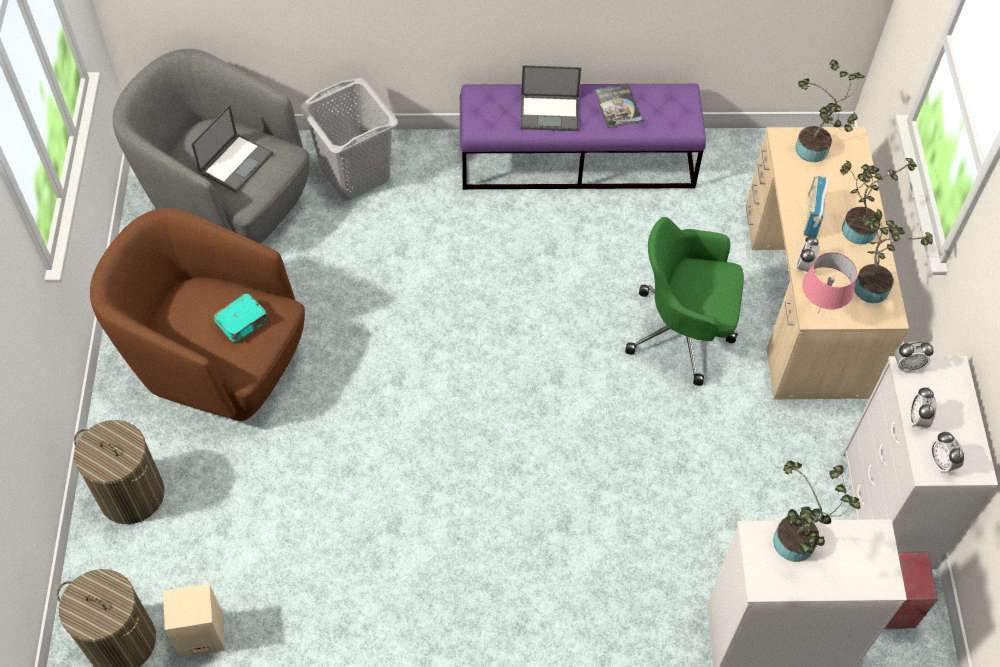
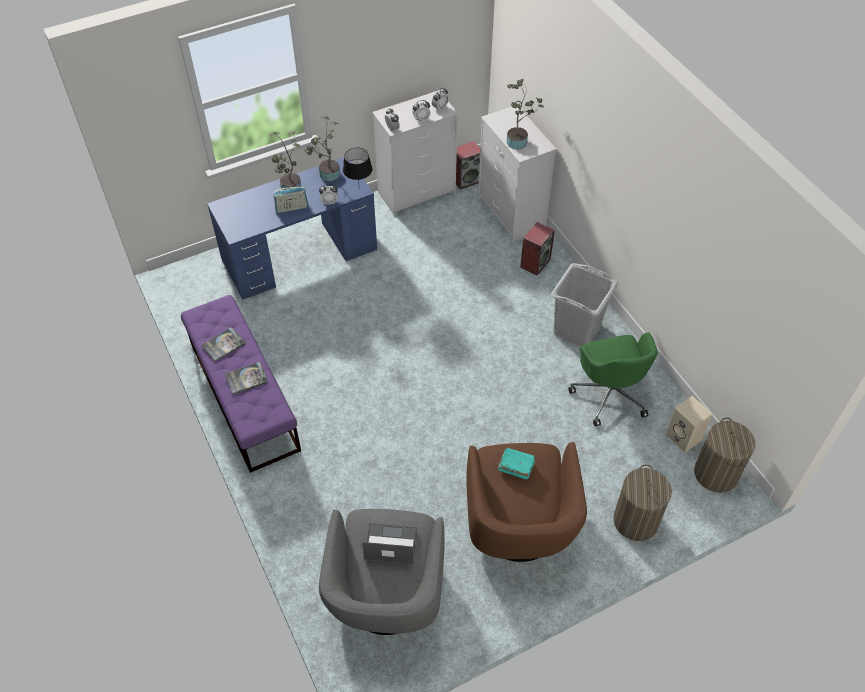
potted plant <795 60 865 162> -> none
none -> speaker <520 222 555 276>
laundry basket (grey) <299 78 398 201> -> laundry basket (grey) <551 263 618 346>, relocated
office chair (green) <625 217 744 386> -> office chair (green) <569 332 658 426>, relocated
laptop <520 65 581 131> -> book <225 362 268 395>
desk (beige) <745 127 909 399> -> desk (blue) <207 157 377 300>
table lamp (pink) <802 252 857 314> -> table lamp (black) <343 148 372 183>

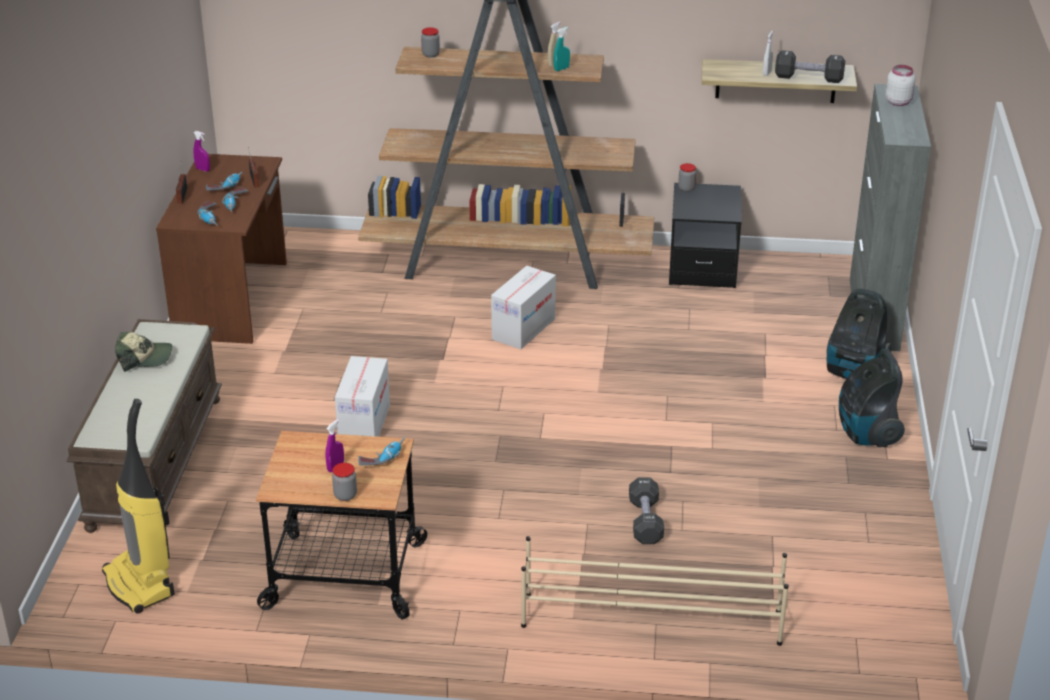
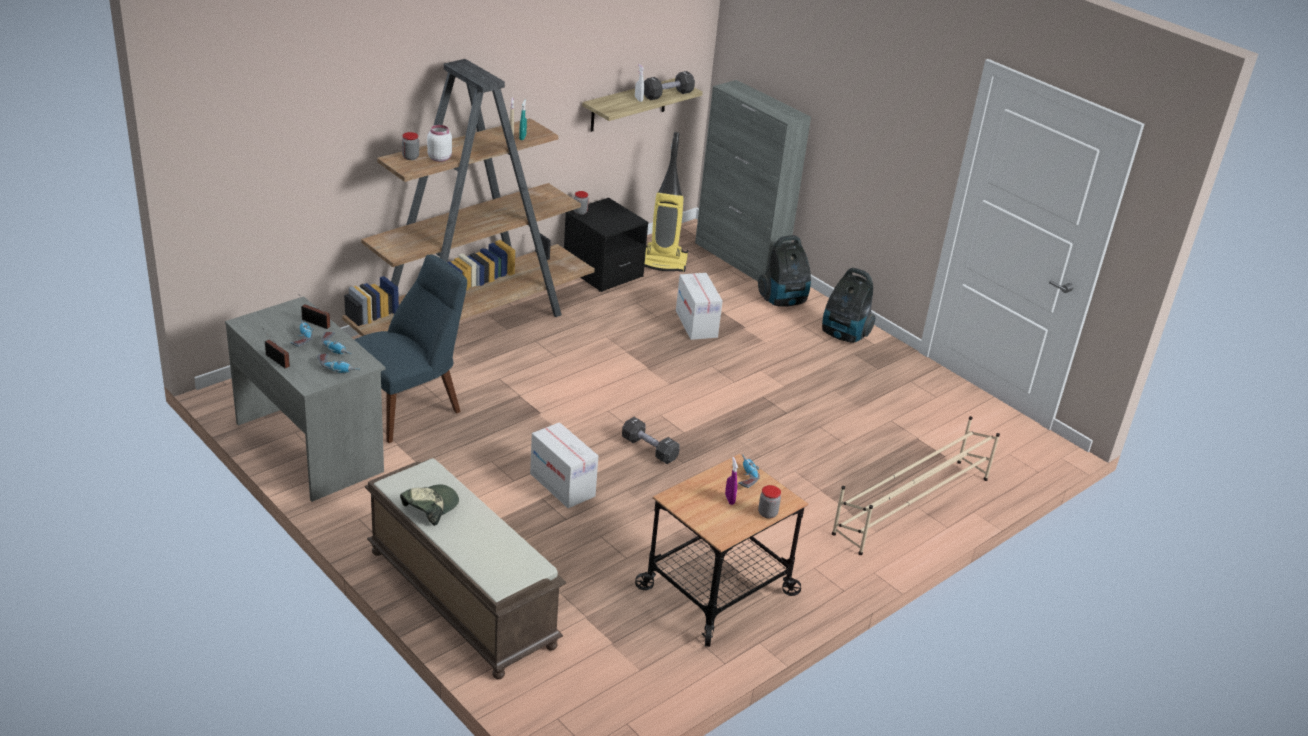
spray bottle (purple) <193 131 210 172> -> none
none -> chair (blue) <354 254 467 443>
vacuum cleaner <102 399 175 614> -> vacuum cleaner <644 132 688 272>, relocated
cardboard box <491 266 556 349> -> cardboard box <676 273 723 340>, relocated
dumbbell (black) <629 477 664 544> -> dumbbell (black) <622 417 680 464>, relocated
jar (white) <886 65 916 106> -> jar (white) <427 125 452 162>, relocated
desk (brown) <156 154 287 344> -> desk (grey) <225 296 385 502>

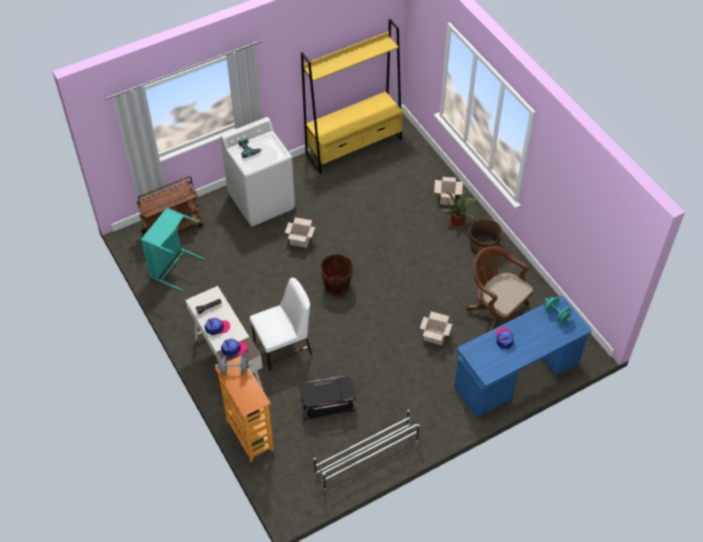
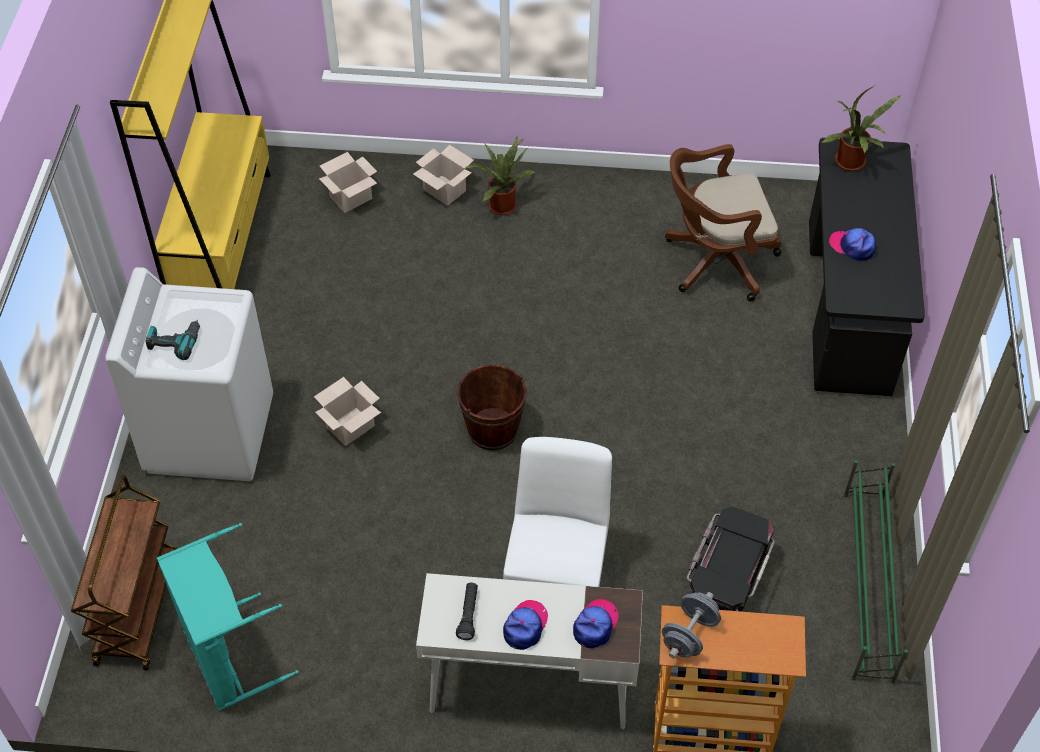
bucket (brown) <469 218 503 255> -> none
cardboard box <420 312 452 345> -> cardboard box <319 152 377 213>, relocated
dumbbell (turquoise) <544 297 571 323> -> potted plant <822 86 902 171>
shoe rack (white) <314 410 419 490> -> shoe rack (green) <844 460 908 684>
desk (blue) <454 296 592 417> -> desk (black) <809 138 925 396>

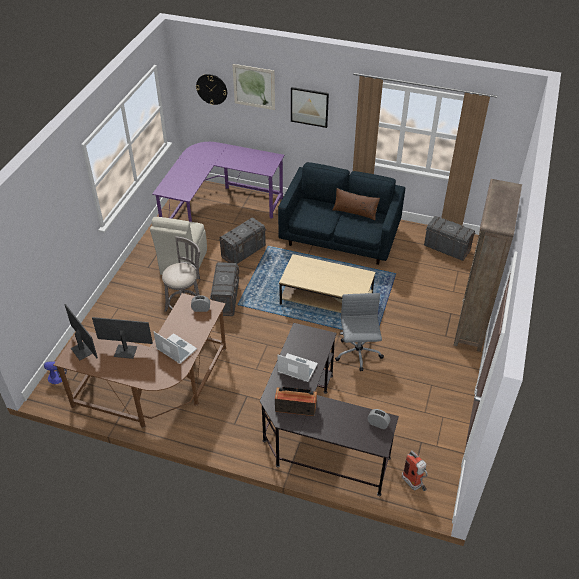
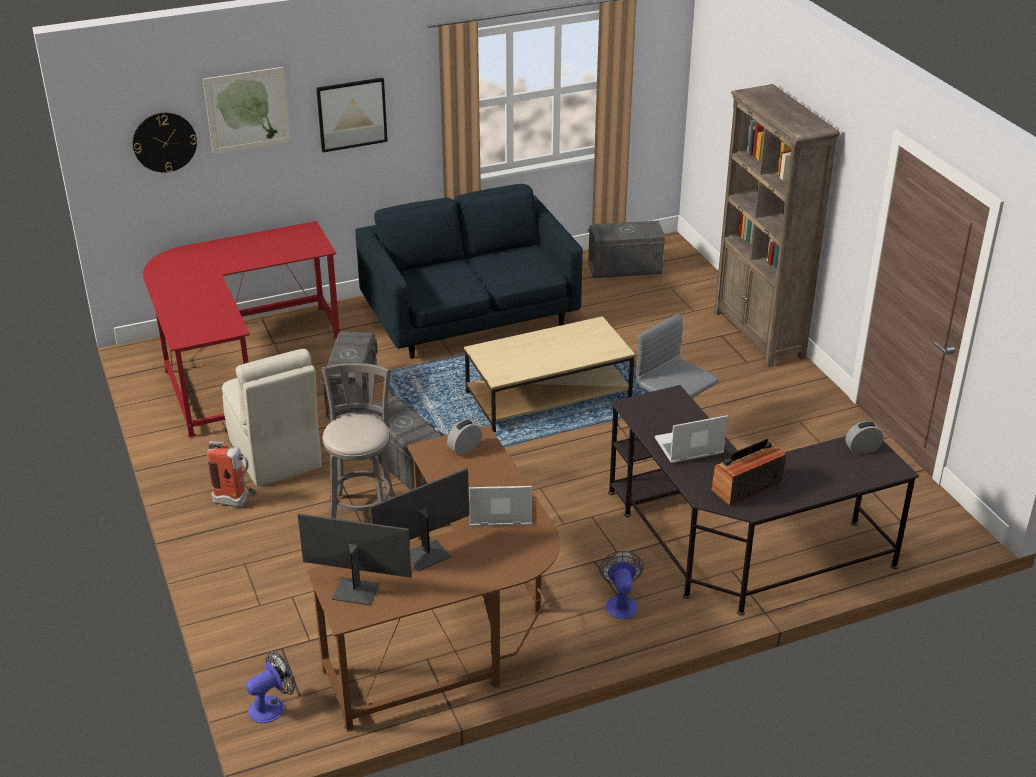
pillow (brown) <333 188 380 220> -> none
none -> fan <599 551 643 619>
fire extinguisher <402 450 428 491> -> fire extinguisher <207 441 257 507>, relocated
desk (purple) <152 142 285 222> -> desk (red) <143 221 340 438>

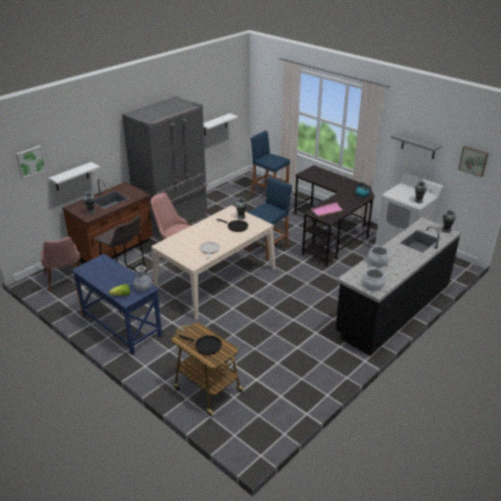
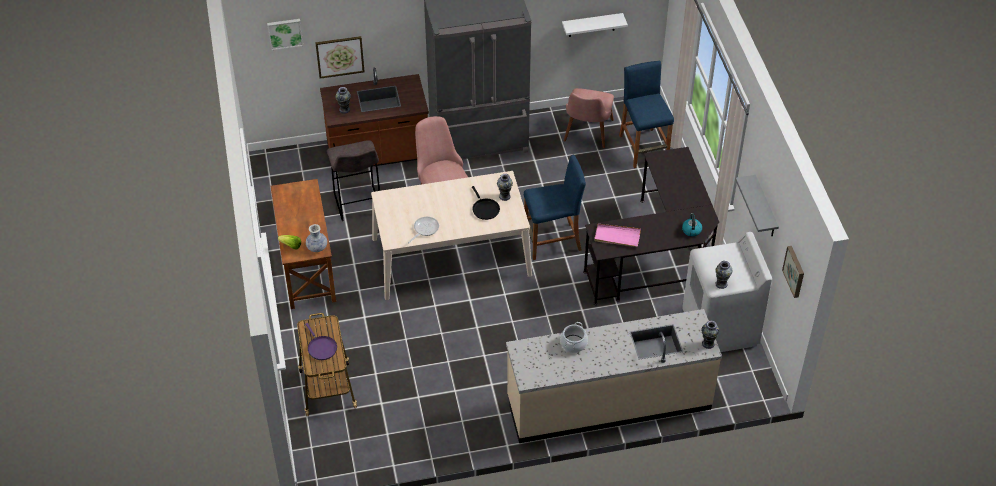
cooking pot <362 268 387 290> -> none
chair (pink) <41 237 83 292> -> chair (pink) <564 88 614 148>, relocated
shelf (white) <49 162 100 191> -> picture <315 36 364 79>
desk (blue) <71 254 162 355> -> desk (brown) <270 179 336 309>
frying pan (black) <179 335 222 355> -> frying pan (purple) <305 323 337 360>
counter (black) <335 218 461 356> -> counter (beige) <506 309 722 443>

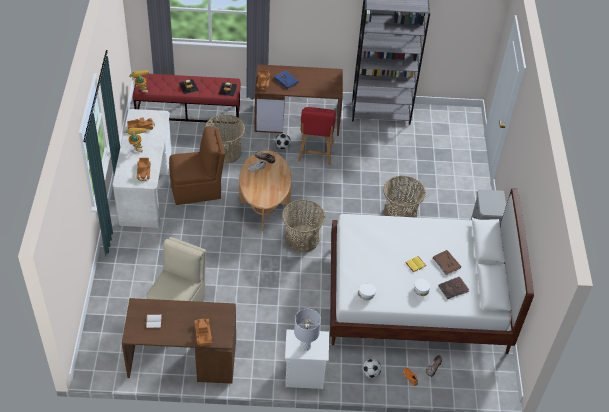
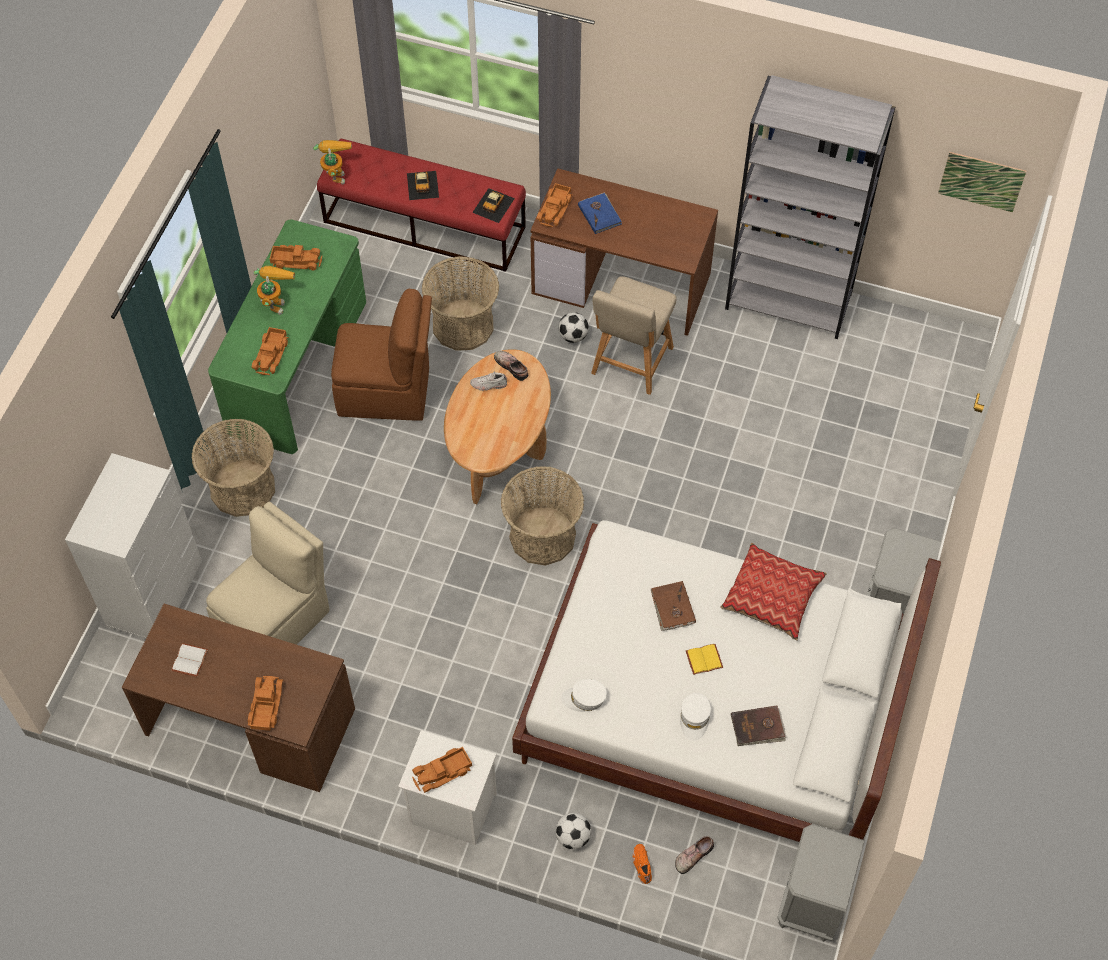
none -> dresser (white) <65 453 202 639>
none -> pillow <720 543 827 641>
none -> nightstand (grey) <777 824 864 942>
none -> picture <938 152 1026 212>
basket <383 176 426 218> -> basket <192 419 275 517>, relocated
book (brown) <433 250 461 275> -> book (brown) <651 581 696 631>, relocated
table lamp (grey) <294 309 321 351> -> toy truck <412 747 472 793>
desk (white) <113 109 172 228> -> desk (green) <208 220 366 454>
chair (red) <298 107 336 165> -> chair (beige) <591 276 676 395>

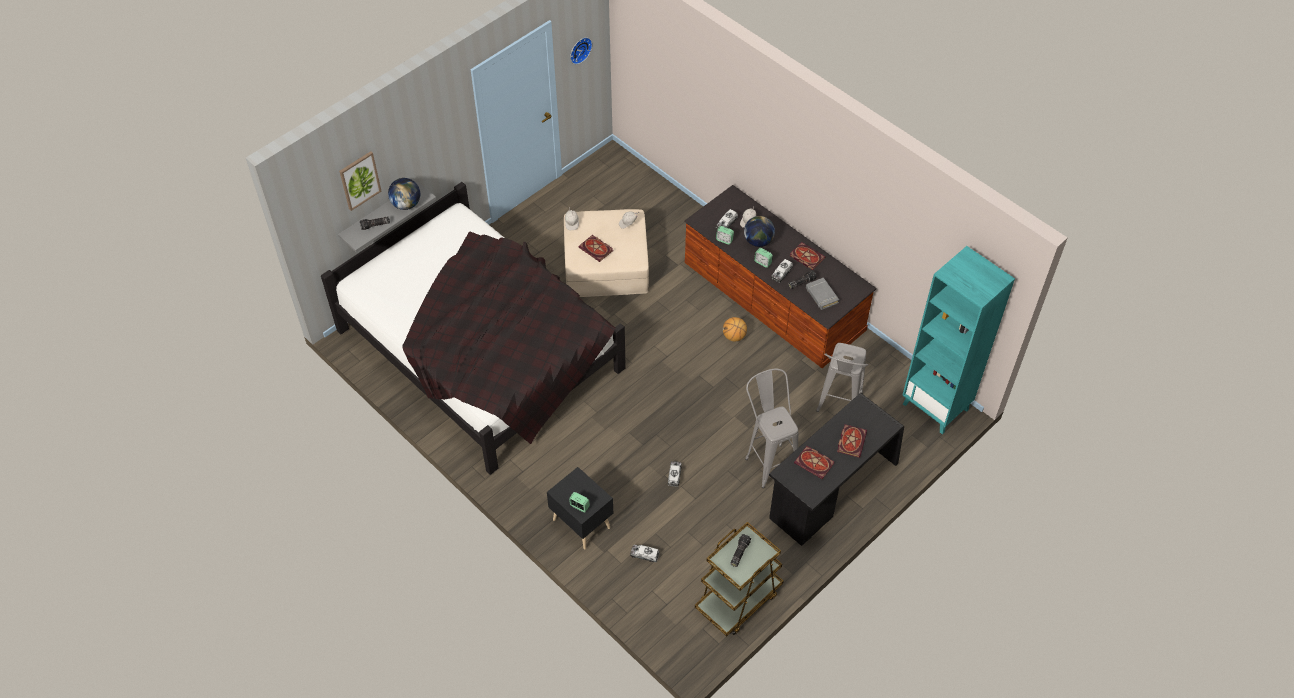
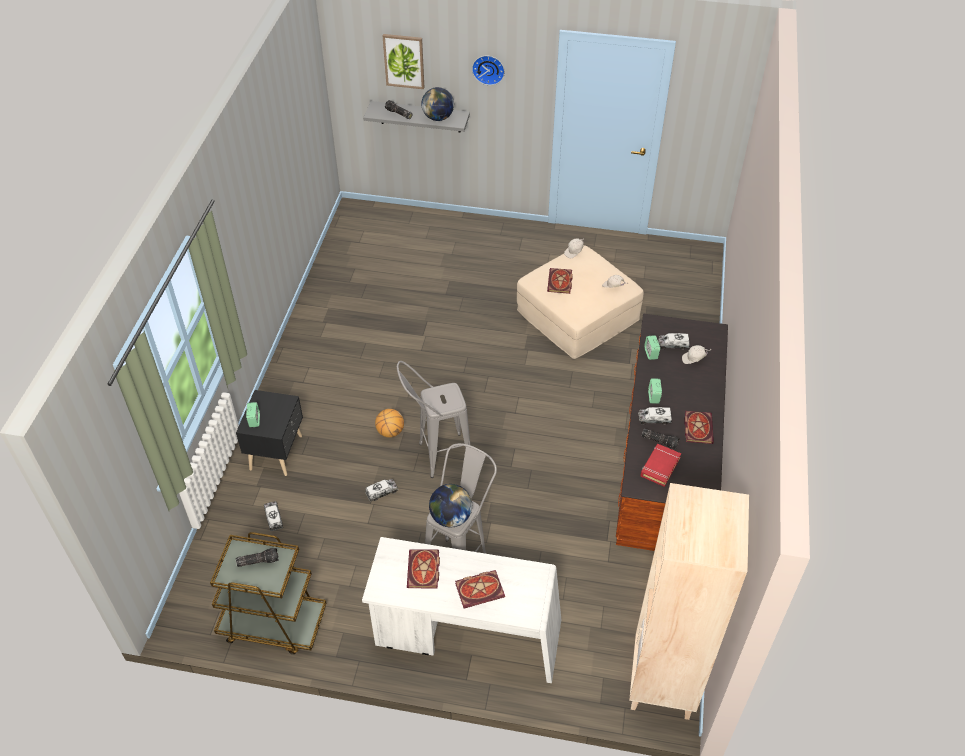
bed (black) <321 182 626 475> -> none
wall clock <570 37 592 64> -> wall clock <472 56 505 85>, relocated
basketball <723 317 747 342> -> basketball <375 409 404 437>, relocated
globe <744 216 775 247> -> globe <429 484 472 527>, relocated
stool (grey) <816 343 868 412> -> stool (grey) <397 361 470 478>, relocated
desk (black) <769 393 904 546> -> desk (white) <362 537 561 683>
book (grey) <806 278 839 310> -> book (red) <641 444 681 487>
bookcase (turquoise) <902 246 1015 435> -> bookcase (beige) <629 483 749 720>

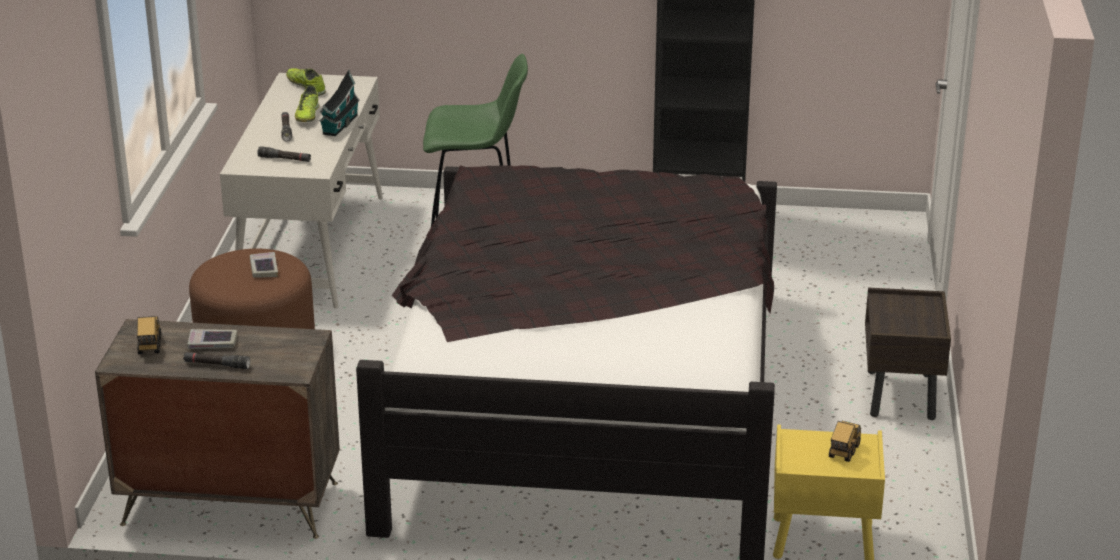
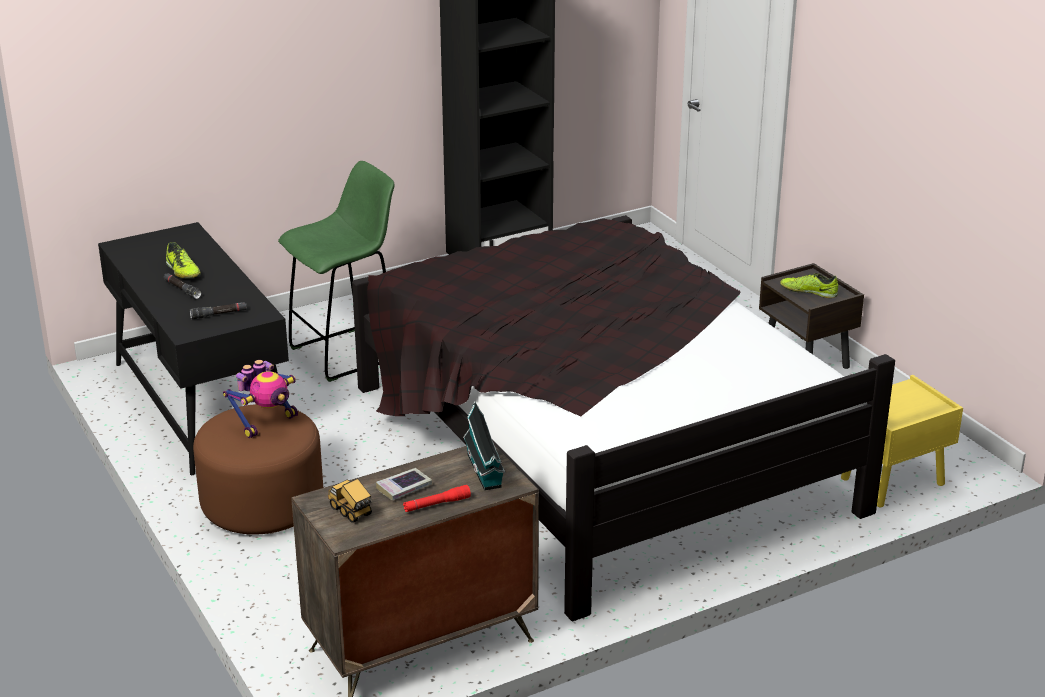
toy truck <829 421 861 462> -> none
shoe <286 68 326 96> -> shoe <780 273 838 298>, relocated
toy house <319 69 360 136> -> toy house <463 401 506 490>, relocated
book <250 252 278 277> -> toy robot <223 360 298 438>
flashlight (black) <183 352 250 369> -> flashlight (red) <403 485 471 512>
desk (white) <220 73 383 308> -> desk (black) <98 222 289 475>

